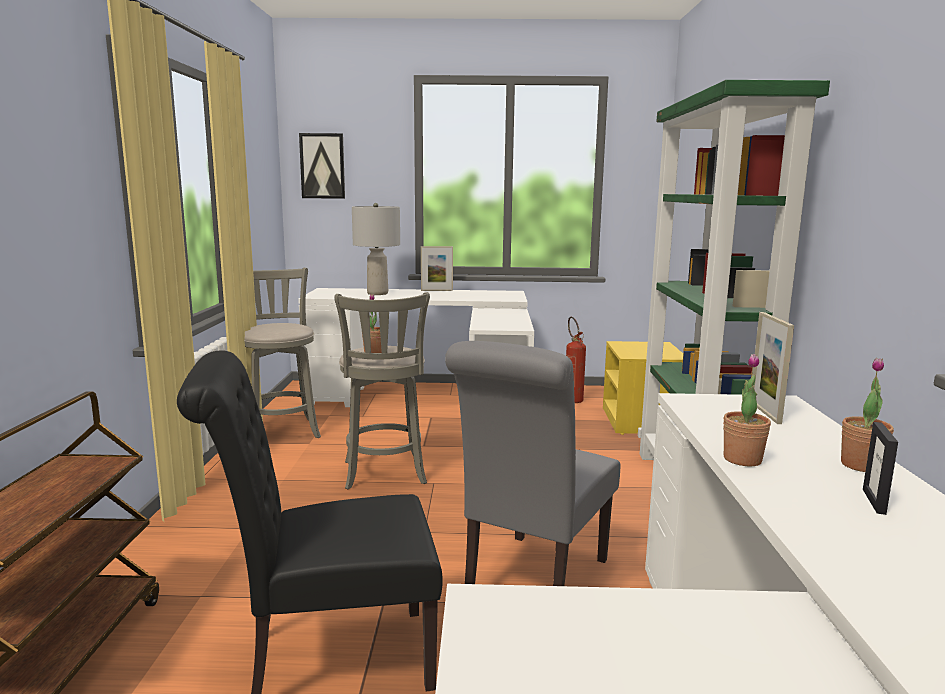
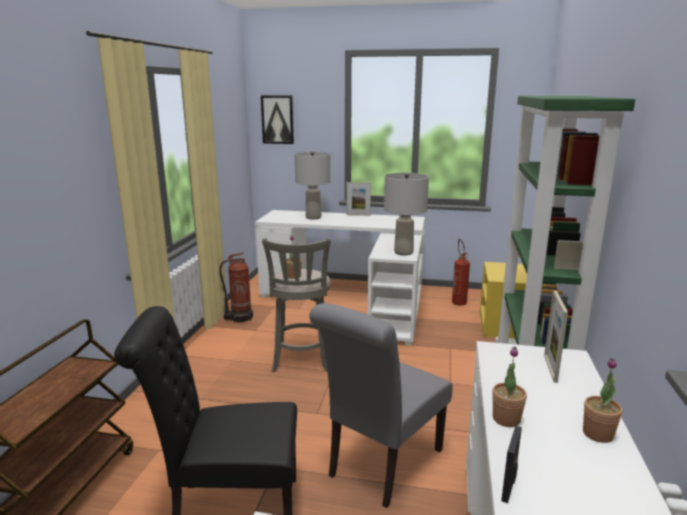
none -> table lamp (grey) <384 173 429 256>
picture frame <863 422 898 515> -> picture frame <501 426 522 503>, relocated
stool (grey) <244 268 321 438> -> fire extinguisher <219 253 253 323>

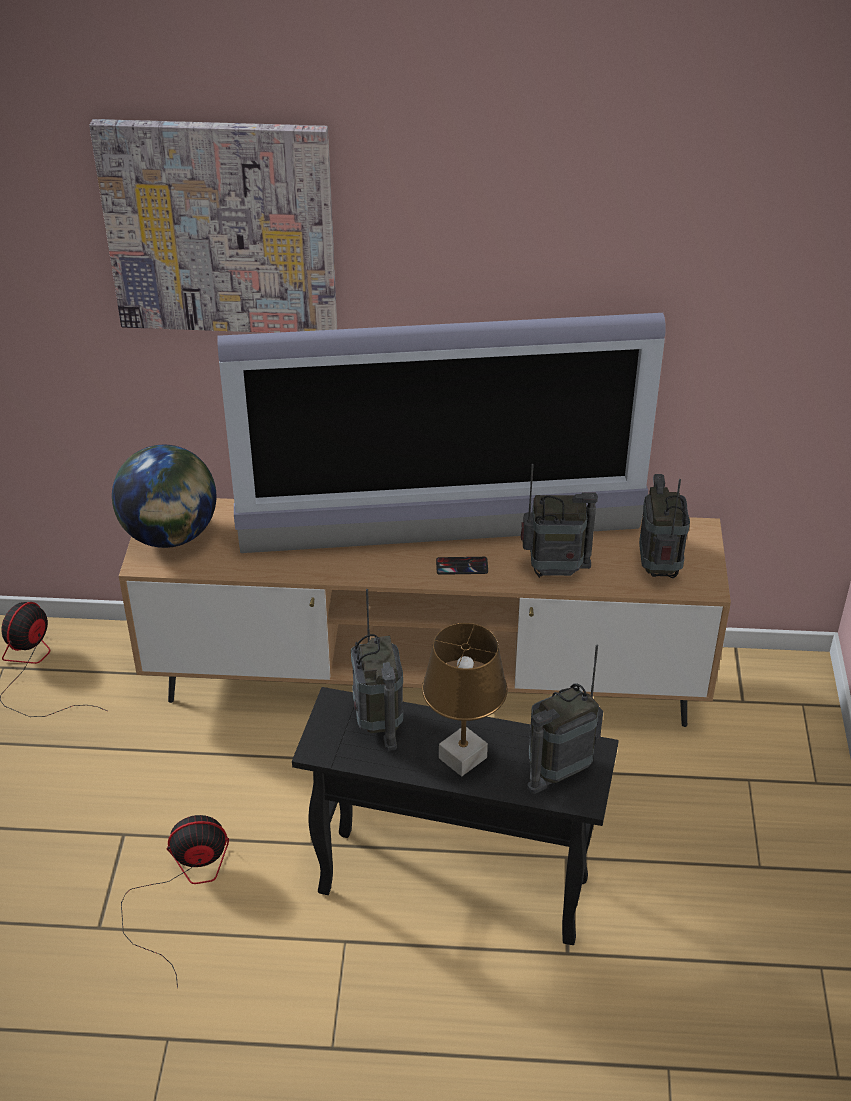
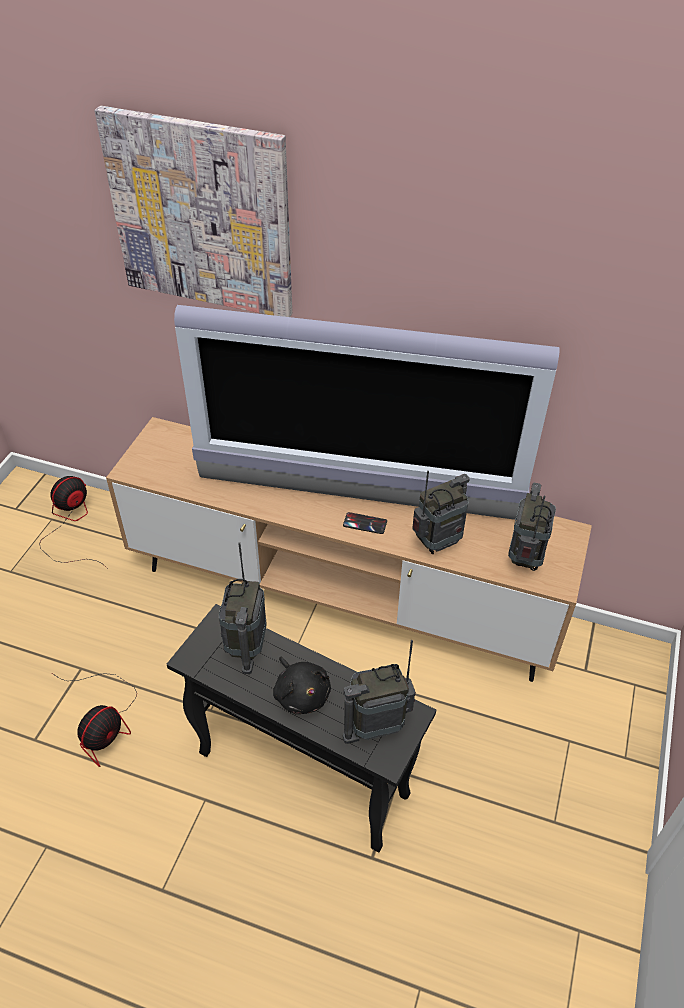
globe <112 445 216 548> -> none
table lamp (brown) <422 623 507 776> -> plush toy (black) <273 656 331 714>
fan <121 815 229 988> -> fan <52 673 137 767>, 120 degrees clockwise
radio <521 464 598 578> -> radio <412 471 470 554>, 45 degrees counterclockwise

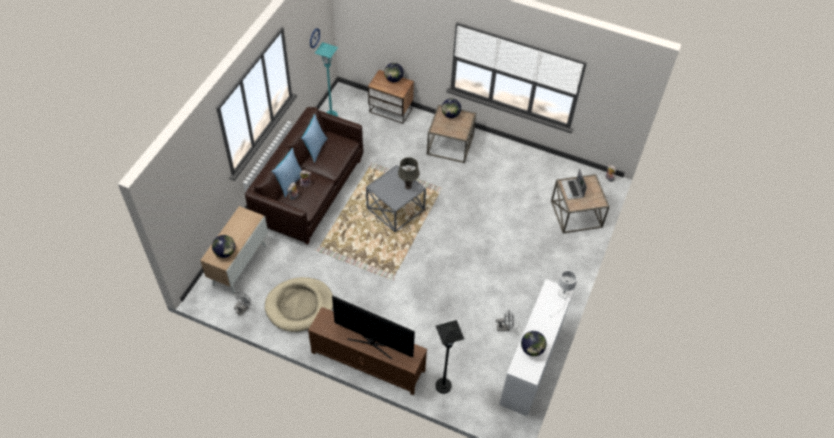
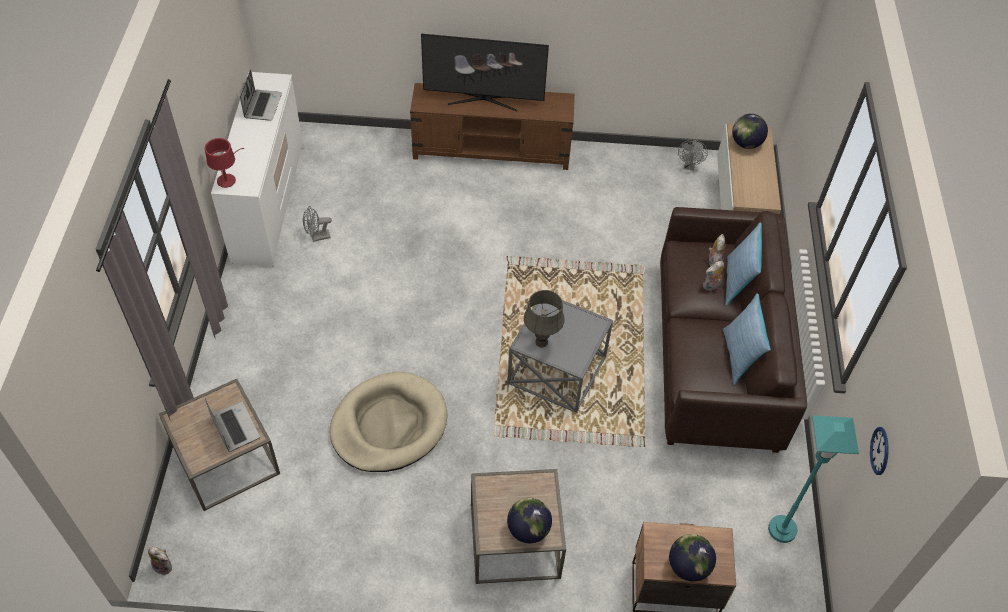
floor lamp (black) <435 320 464 394> -> none
dog bed (beige) <265 277 333 332> -> dog bed (beige) <330 372 447 472>, relocated
globe <521 331 547 356> -> laptop <240 69 282 121>
table lamp (white) <549 270 577 316> -> table lamp (red) <204 138 245 188>

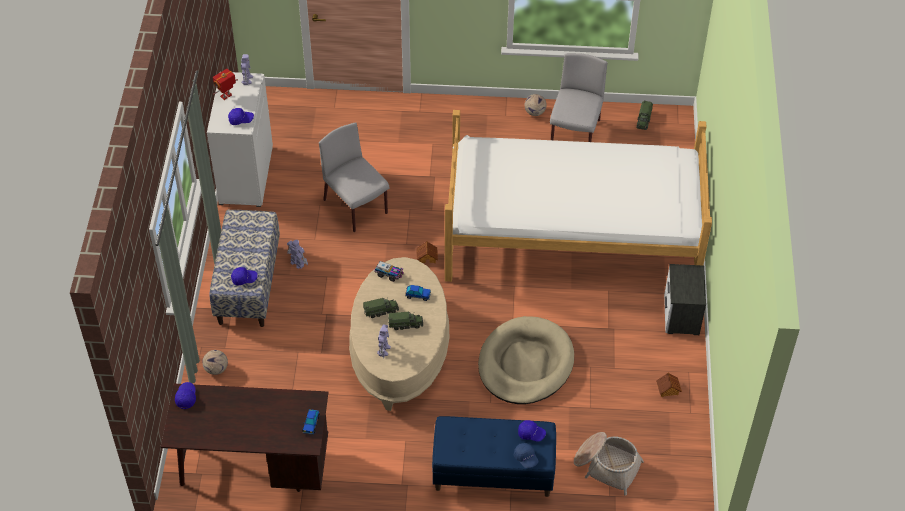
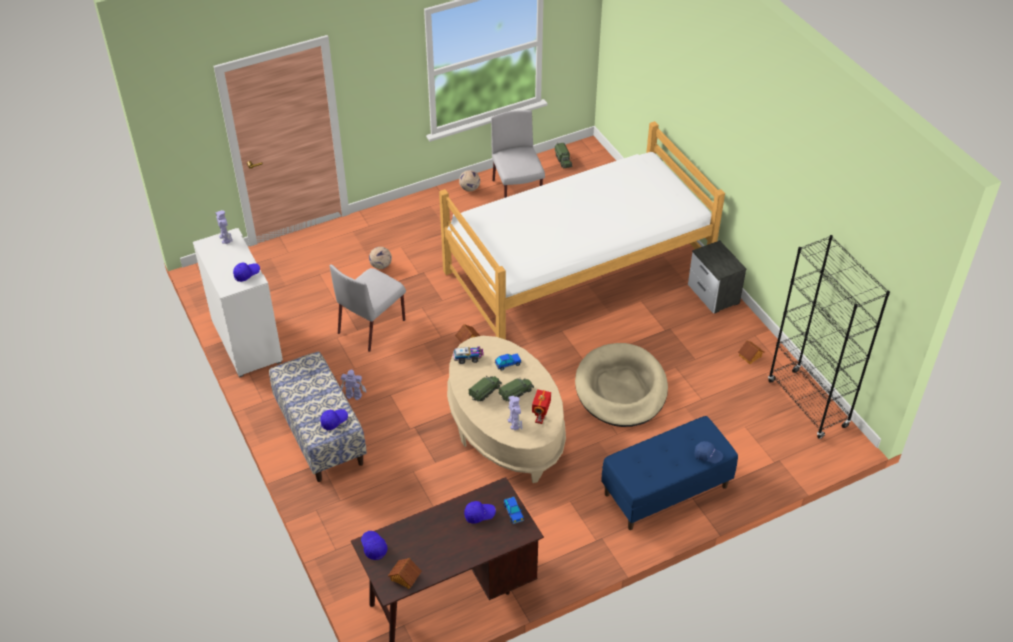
basket <574 432 644 496> -> none
none -> toy house <388 558 422 589>
none -> bookcase (black) <768 235 890 439>
football <202 350 228 375> -> football <369 247 392 269>, relocated
toy robot <213 69 238 100> -> toy robot <532 389 551 424>, relocated
cap (blue) <518 420 546 442> -> cap (blue) <464 501 496 524>, relocated
chair (grey) <319 122 389 232> -> chair (grey) <330 264 406 352>, 75 degrees counterclockwise

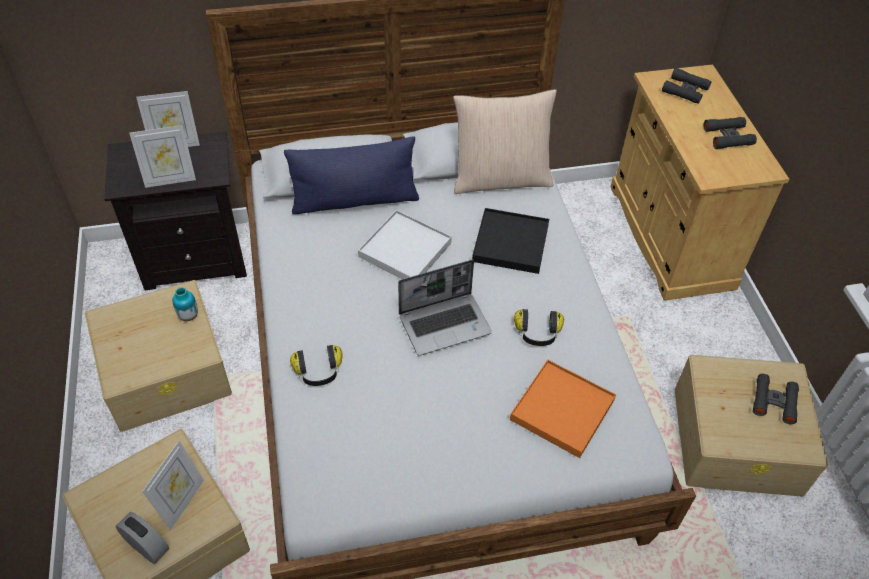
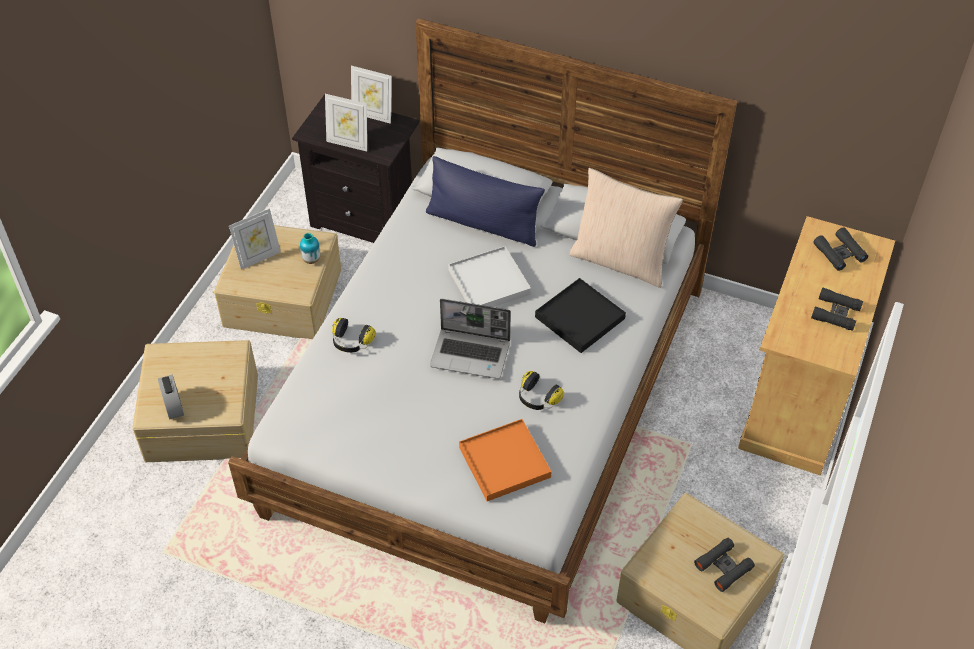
picture frame <142 441 204 530> -> picture frame <229 208 281 270>, relocated

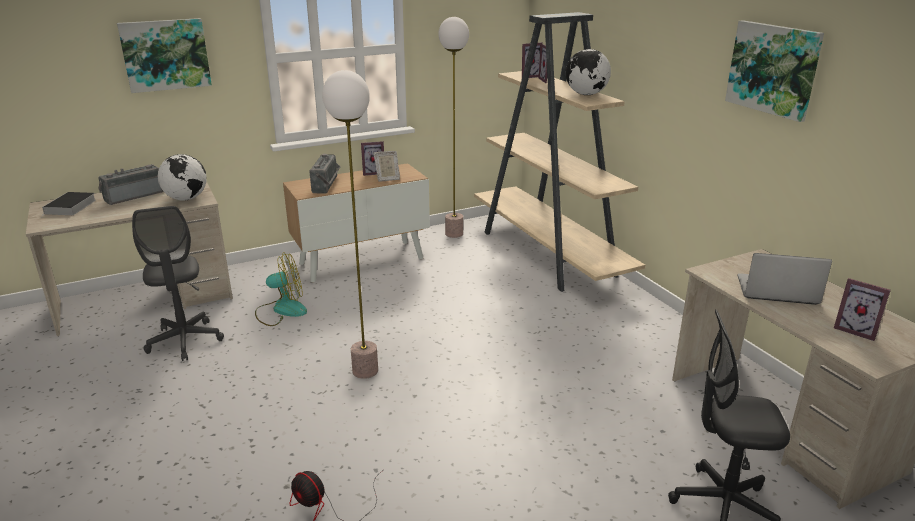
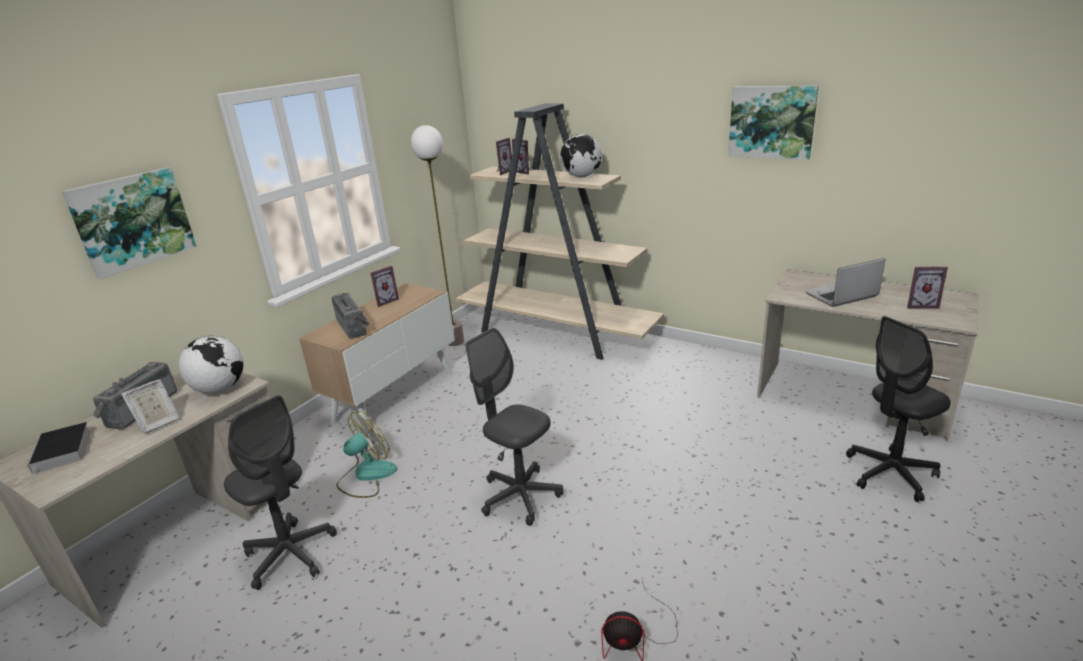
picture frame <374 151 400 182> -> picture frame <121 379 180 434>, relocated
floor lamp <322 70 378 379> -> office chair (grey) <466 328 564 526>

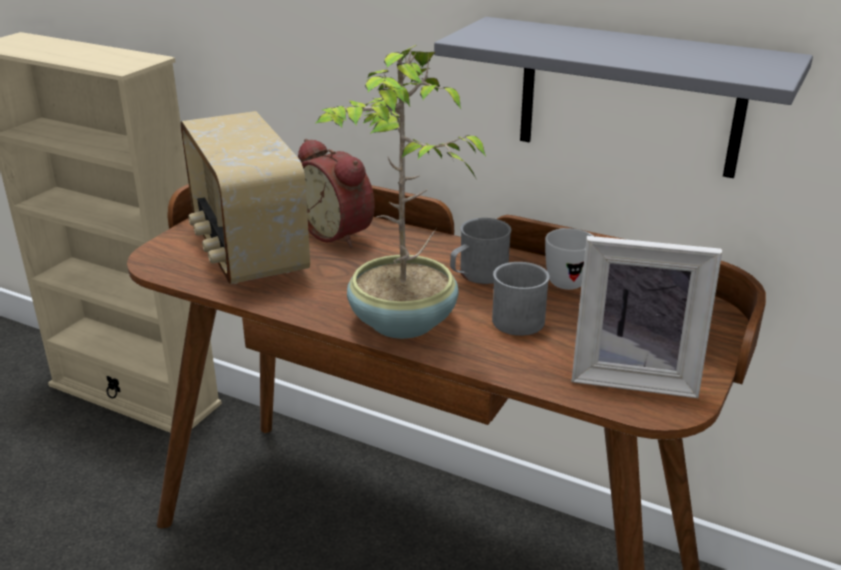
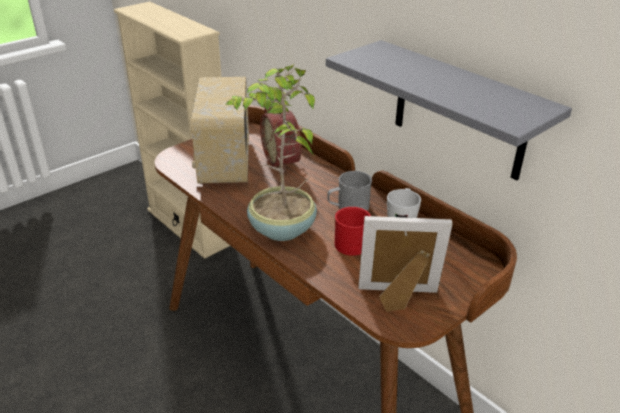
mug (grey) <492 262 550 336> -> mug (red) <335 207 371 256>
picture frame <571 236 722 398> -> picture frame <359 216 452 312>, 150 degrees clockwise

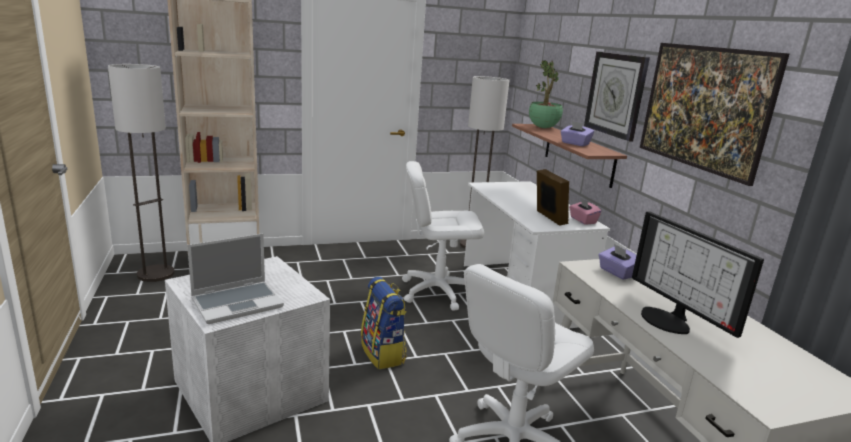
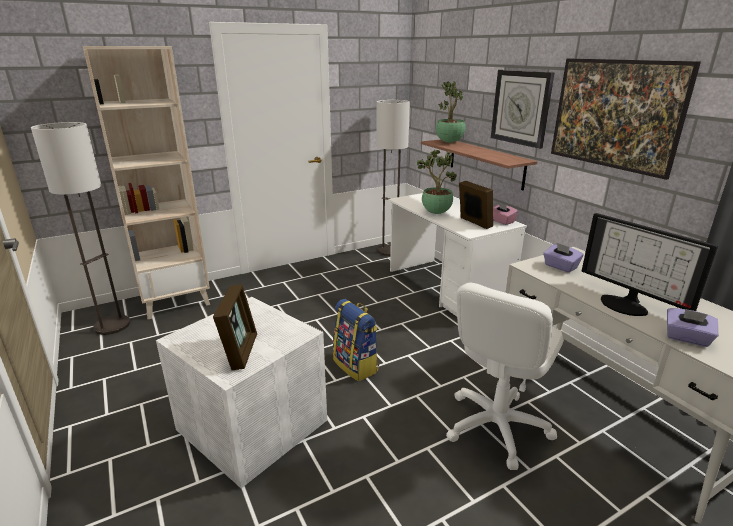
office chair (white) <402 161 484 311> -> none
none -> potted plant <417 150 457 214>
tissue box (purple) <560 121 594 146> -> tissue box (purple) <667 308 718 347>, relocated
laptop <187 233 284 324> -> picture frame <213 284 257 370>

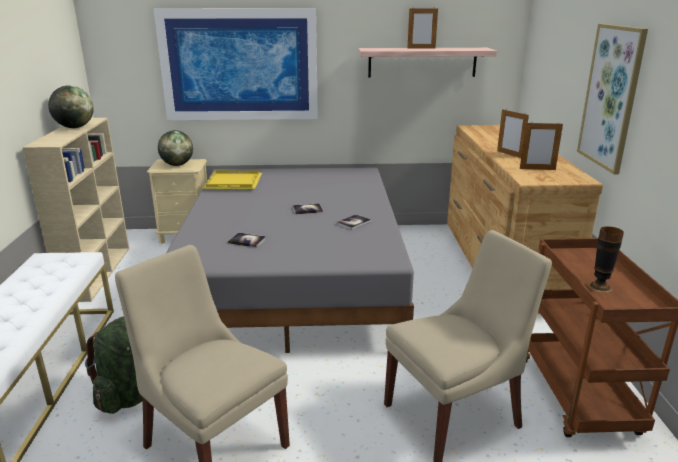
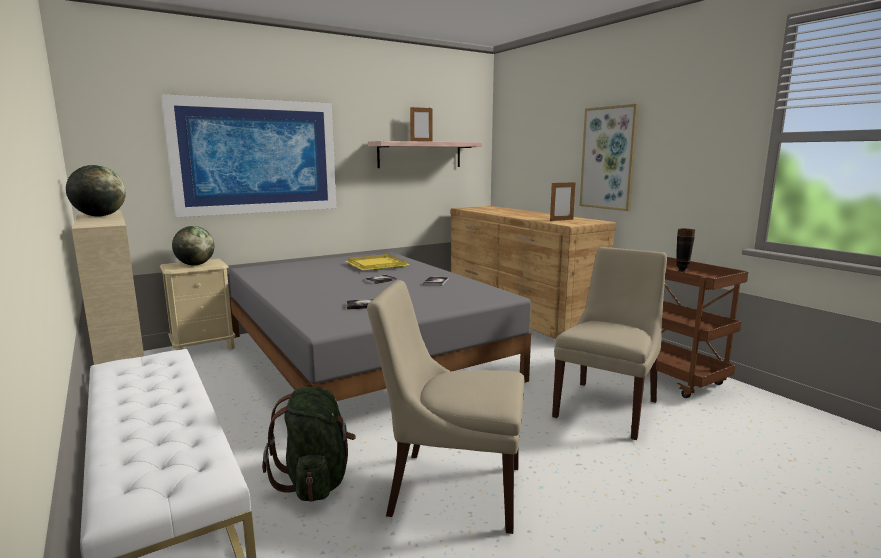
picture frame <497 109 529 158> -> none
tray (yellow) <202 170 262 190> -> tray (yellow) <345 254 409 270>, relocated

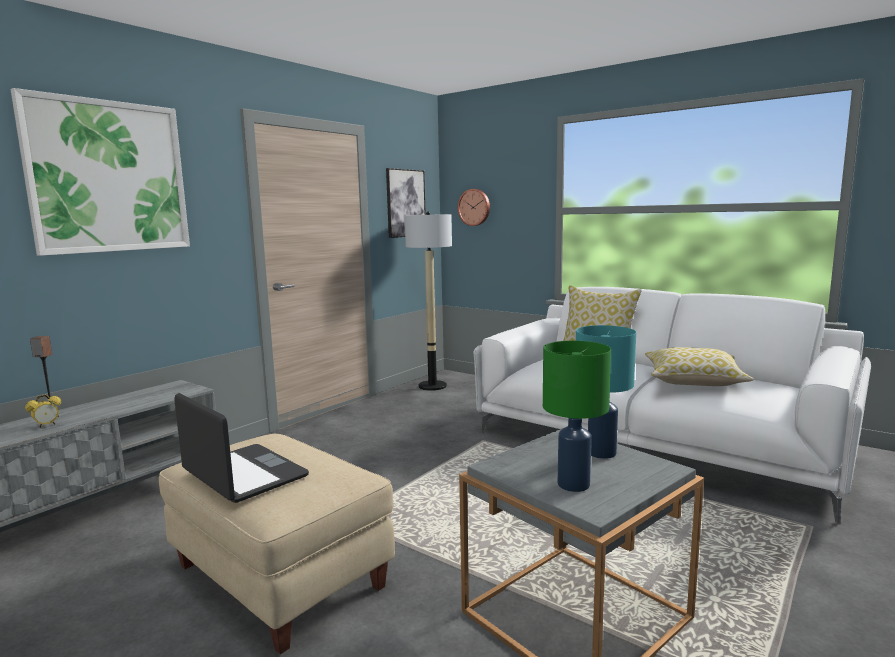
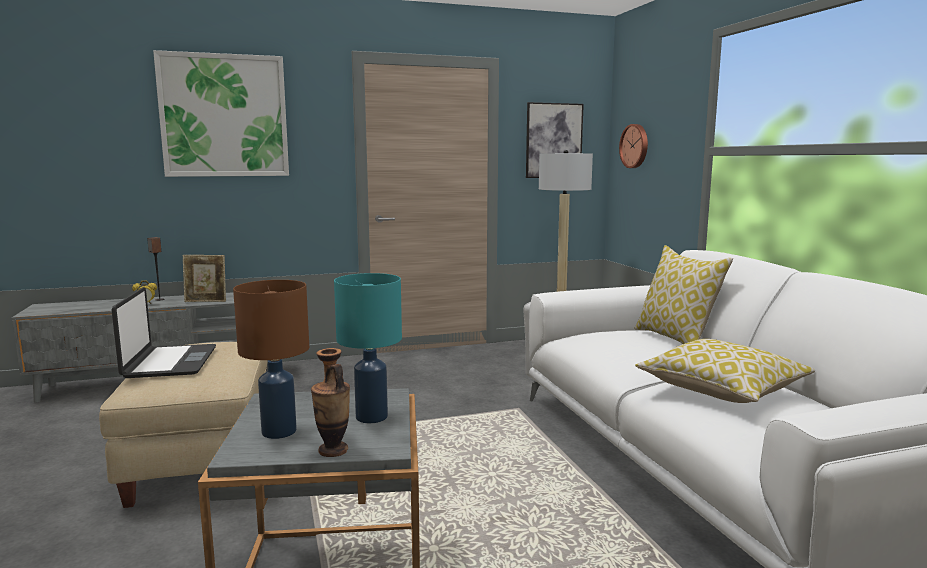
none -> picture frame <183 255 226 302>
none -> vase <311 348 350 457>
table lamp (green) <543 341 611 492> -> table lamp (brown) <233 280 309 439>

